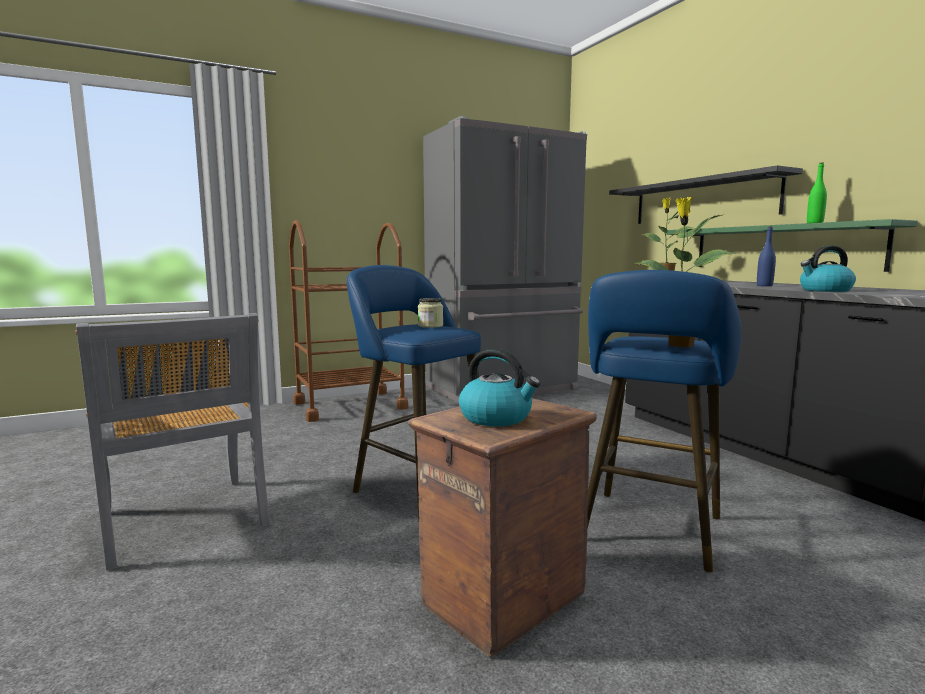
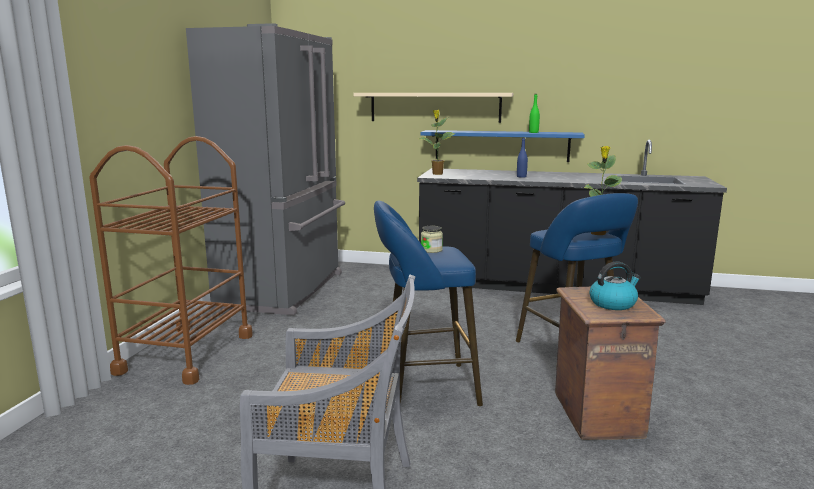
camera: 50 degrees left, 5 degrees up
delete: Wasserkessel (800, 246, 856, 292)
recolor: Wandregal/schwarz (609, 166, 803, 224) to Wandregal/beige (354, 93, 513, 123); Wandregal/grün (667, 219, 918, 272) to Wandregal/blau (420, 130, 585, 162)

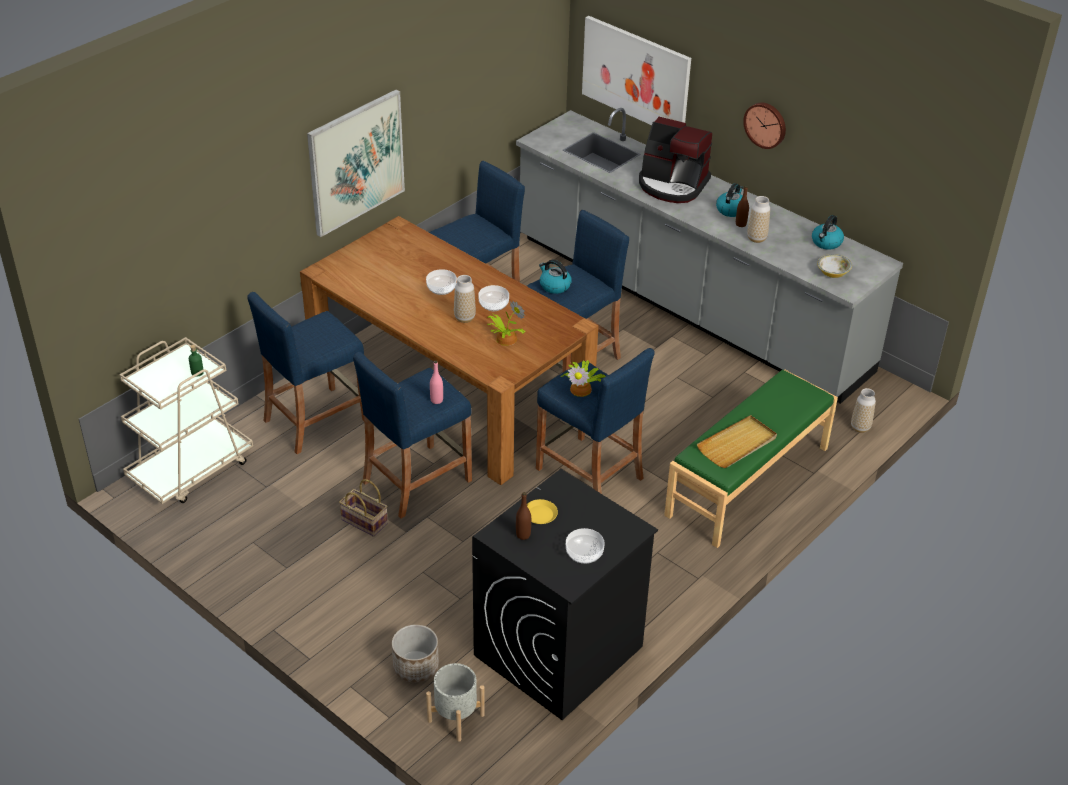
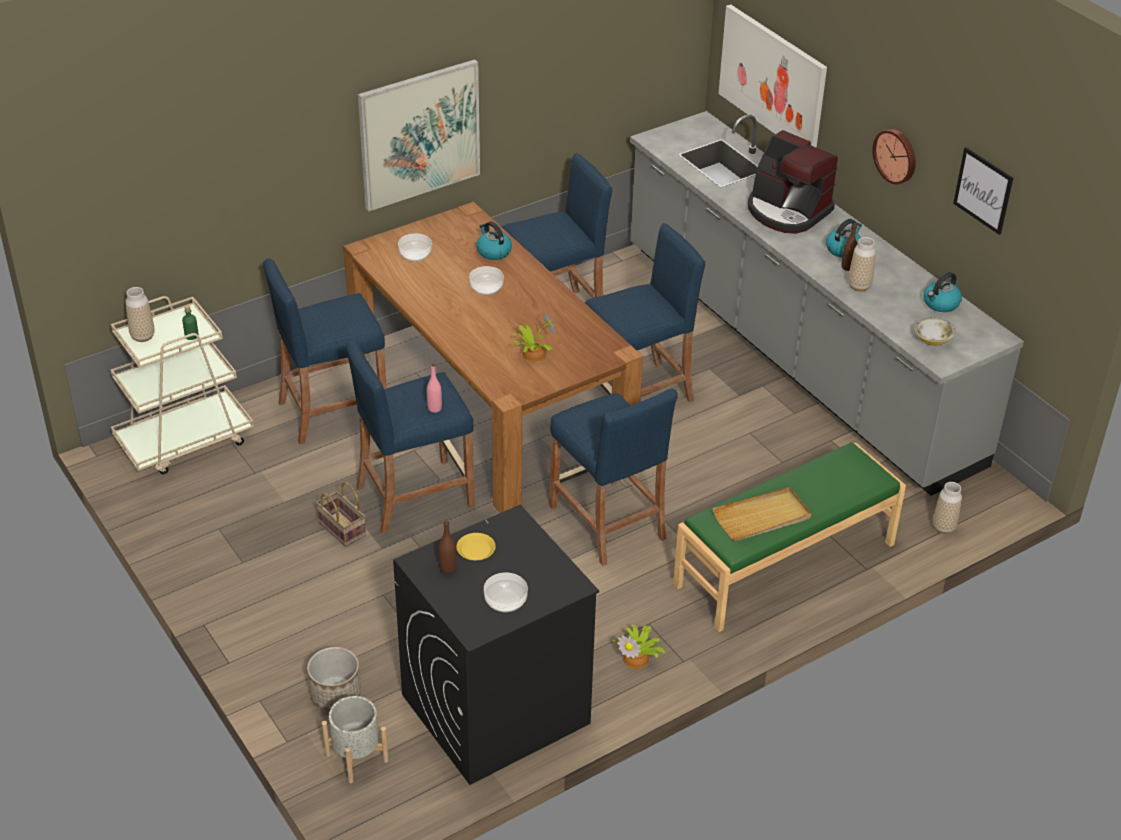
camera: 15 degrees right, 0 degrees up
insert: Bild (953, 147, 1013, 235)
move: Vase (454, 275, 476, 323) to (125, 287, 155, 342); Schüssel (478, 285, 509, 311) to (398, 234, 432, 262); Wasserkessel (539, 260, 572, 294) to (476, 221, 512, 260); Topfpflanze (560, 360, 606, 397) to (613, 624, 665, 669)

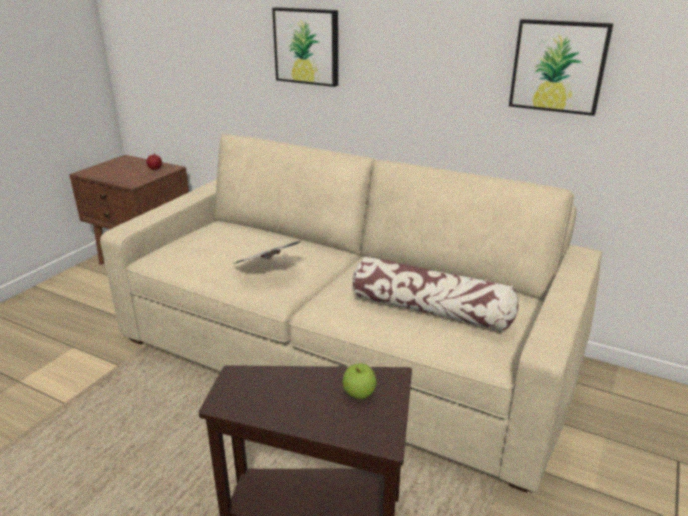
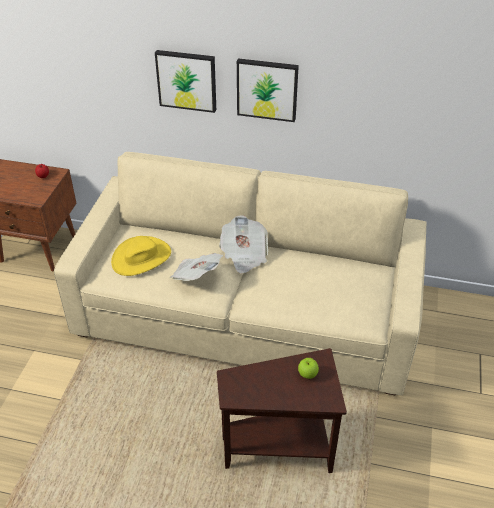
camera: 15 degrees left, 15 degrees up
delete: Kissen (353, 256, 519, 331)
insert: Hut/gelb (111, 236, 171, 276); Zeitung (219, 215, 268, 274)
move: Bild (509, 19, 613, 116) to (237, 58, 299, 122)

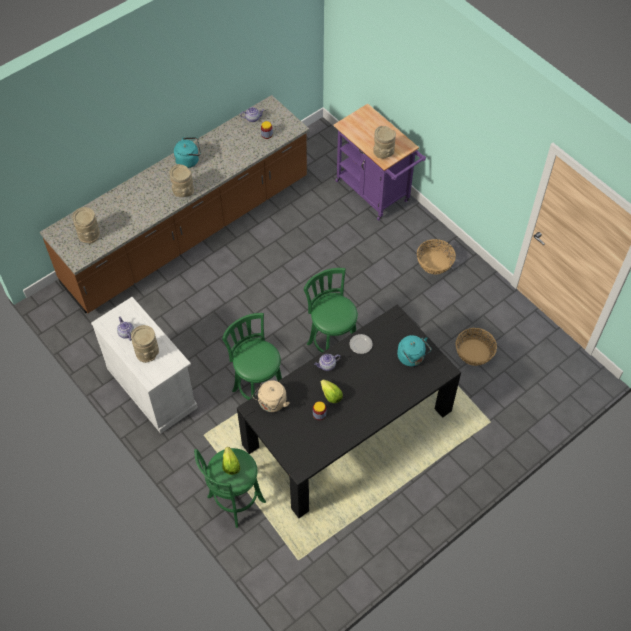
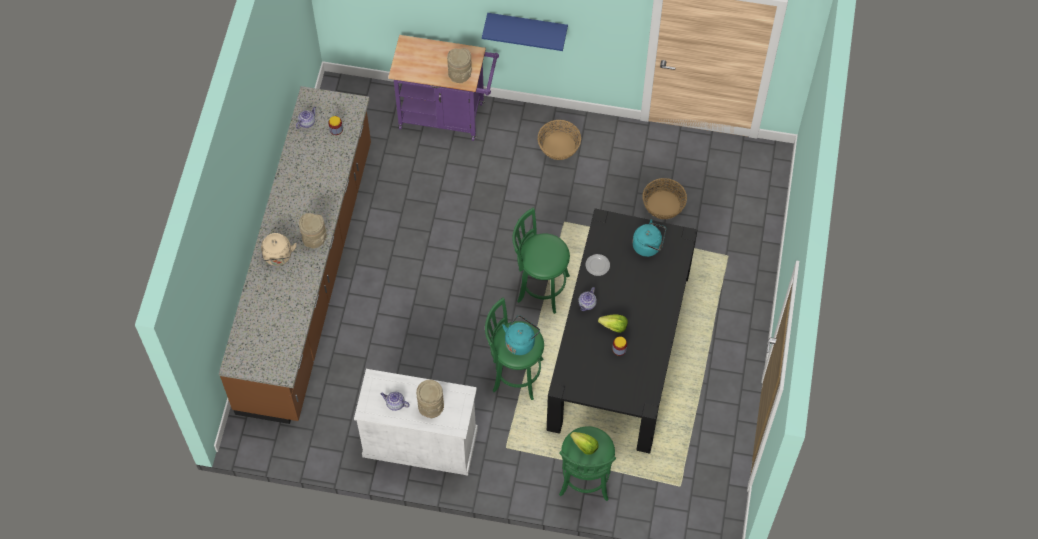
camera: 40 degrees left, 5 degrees up
delete: Vase/beige (72, 207, 100, 244)
insert: Wandregal/blau (482, 13, 568, 51)
move: Wasserkessel/beige (253, 380, 290, 412) to (261, 233, 297, 266); Wasserkessel/türkis (174, 137, 201, 168) to (502, 315, 540, 355)

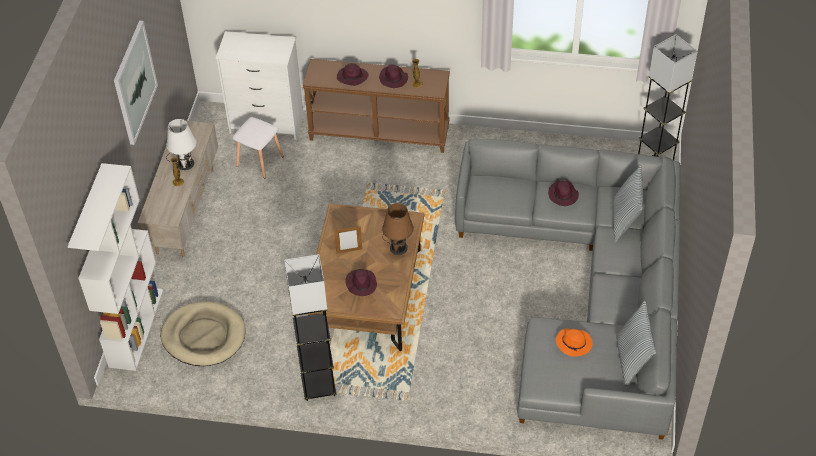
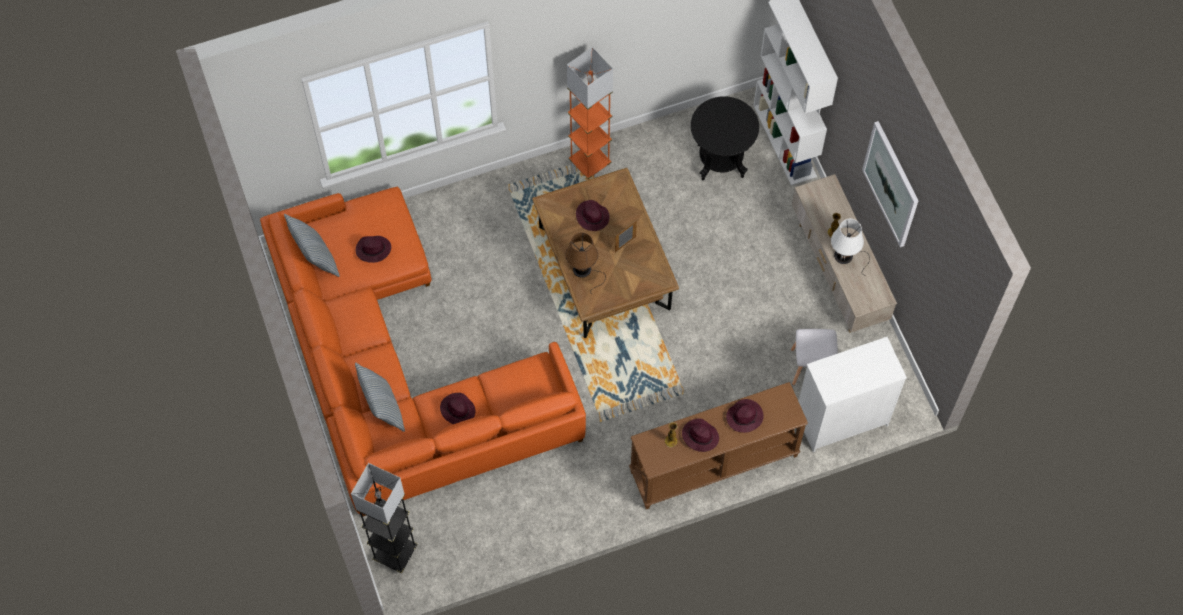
camera: 150 degrees right, 15 degrees up
replace: Hundebett/beige (160, 301, 245, 366) to Beistelltisch/schwarz (691, 96, 759, 180)
recolor: Sofa/grau (455, 139, 681, 440) to Sofa/orange (260, 187, 586, 516); Hut/orange (556, 329, 593, 357) to Hut/lila (356, 236, 391, 263); Stehlampe/grau (284, 254, 337, 401) to Stehlampe/orange (567, 47, 613, 179)

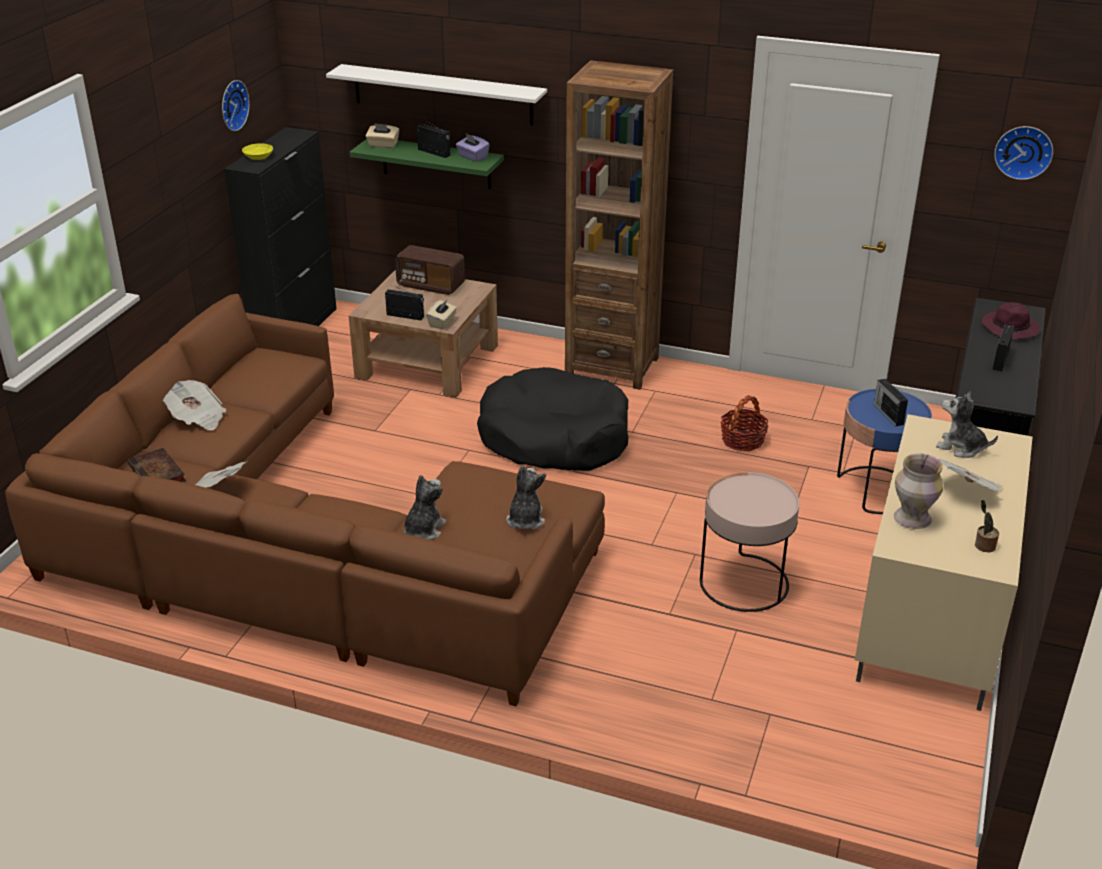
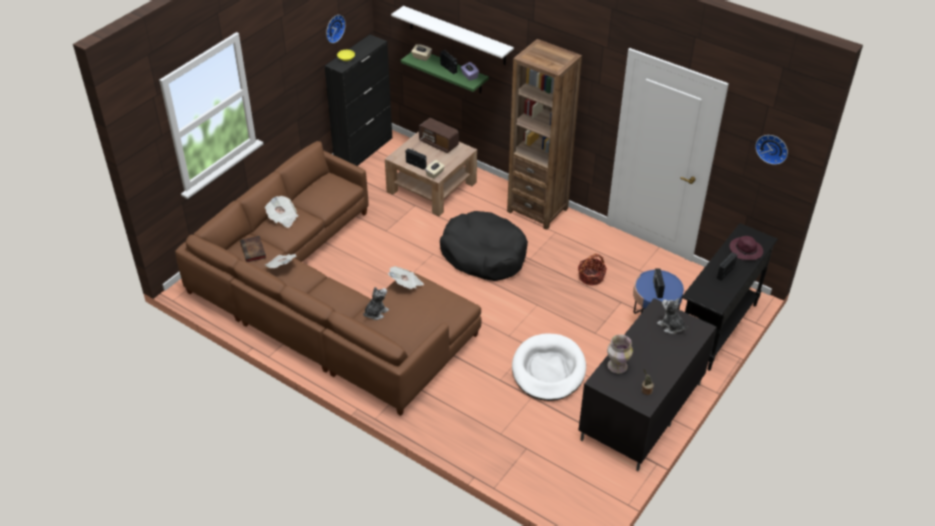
camera: 15 degrees right, 10 degrees up
delete: Plüschtier (506, 465, 546, 530)
move: Zeitung (938, 459, 1002, 493) to (388, 266, 424, 289)
replace: Beistelltisch/rosa (700, 472, 800, 612) to Hundebett/weiß (512, 333, 586, 401)
recolor: Fernsehschrank/beige (855, 414, 1033, 711) to Fernsehschrank/schwarz (578, 298, 716, 471)

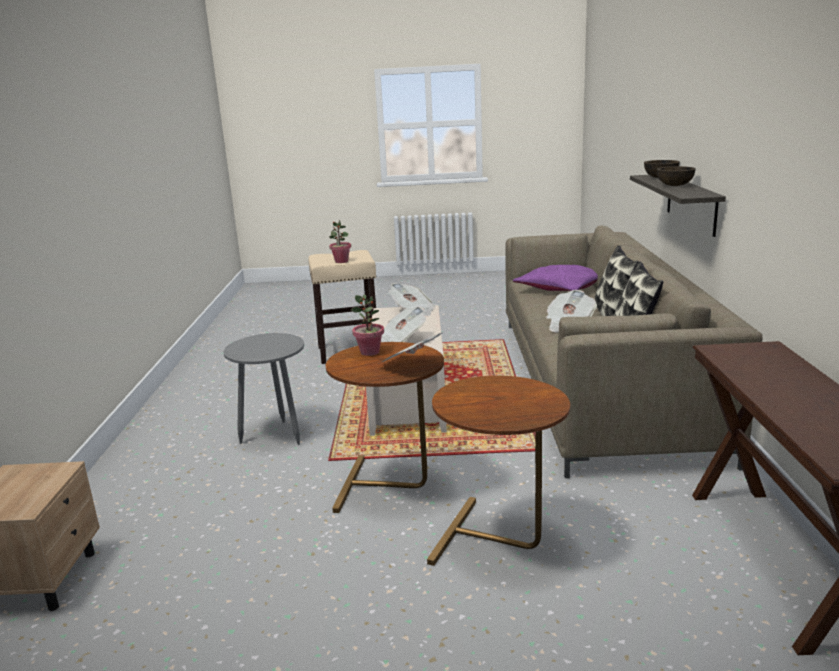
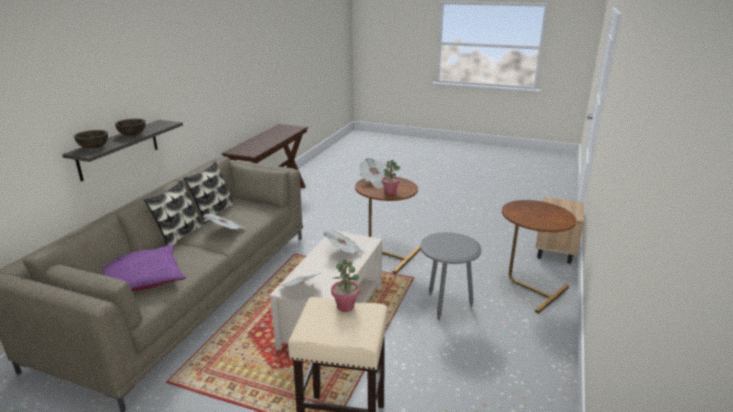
camera: 160 degrees left, 5 degrees up
move: Beistelltisch/braun (427, 376, 570, 566) to (502, 200, 576, 314)

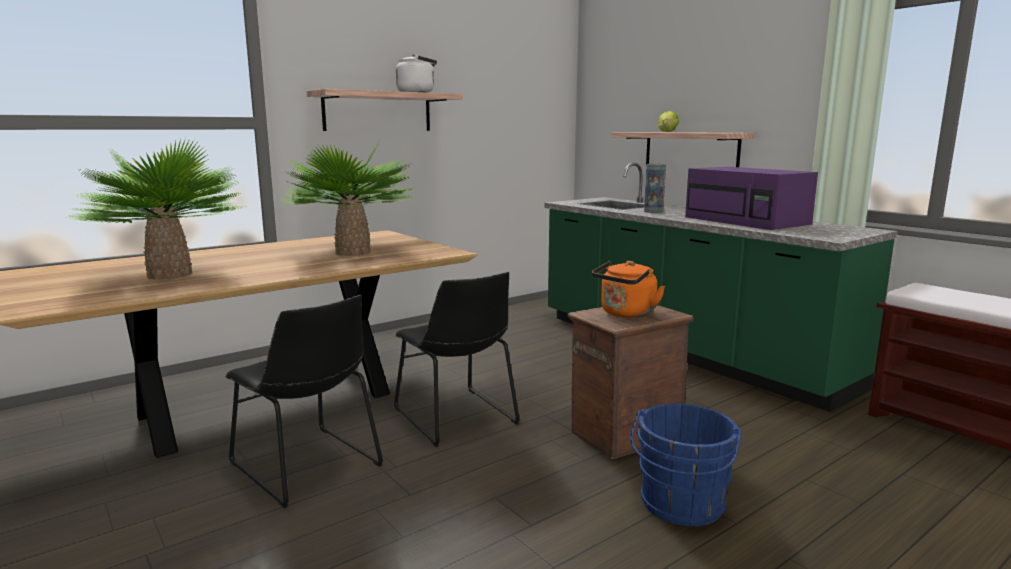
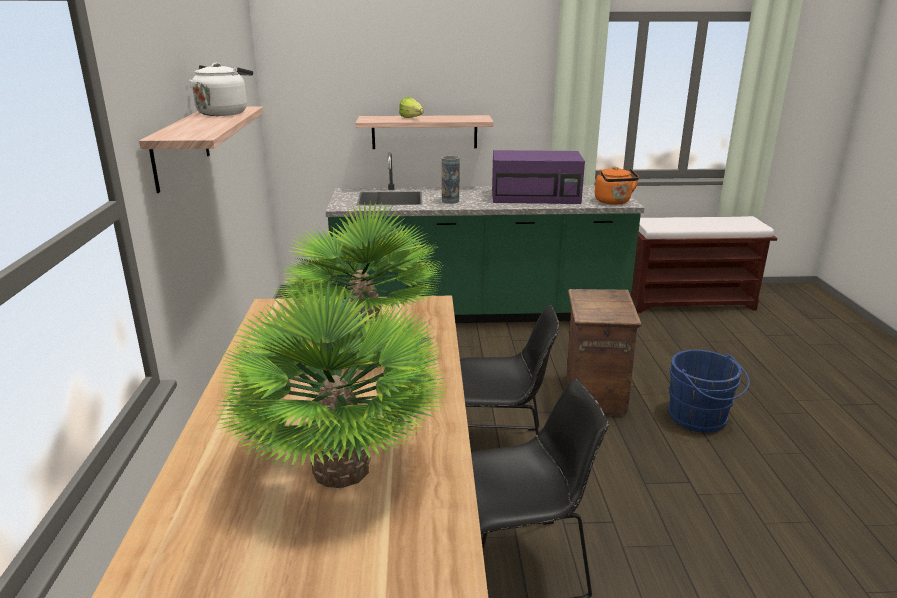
camera: 55 degrees left, 10 degrees up
move: Wasserkessel/orange (592, 261, 665, 318) to (595, 166, 639, 204)

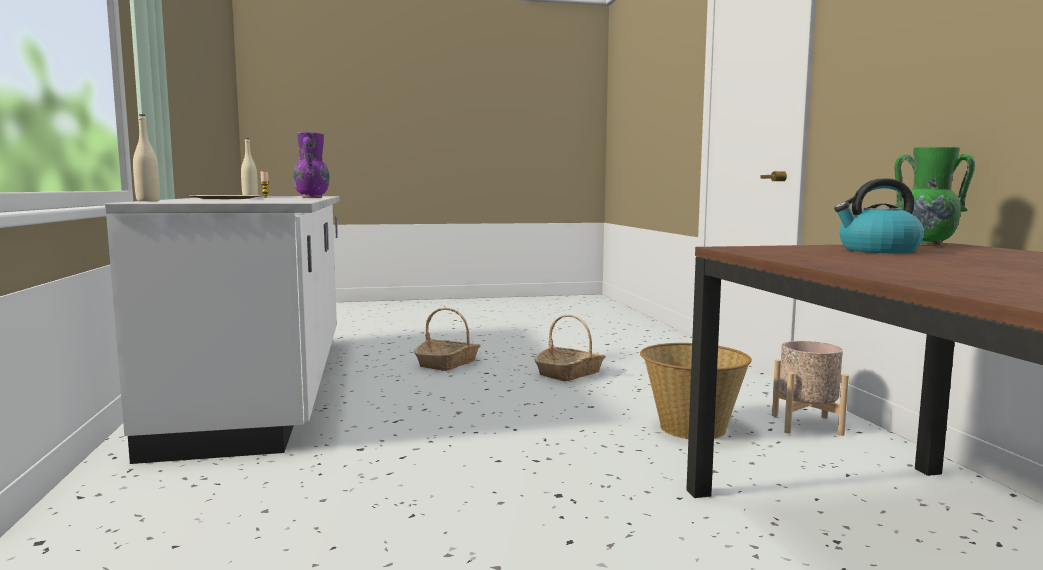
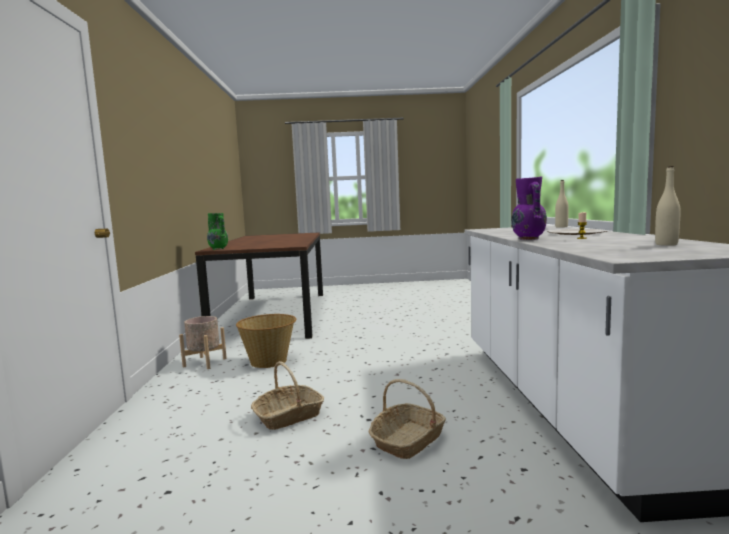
camera: 170 degrees left, 0 degrees up
delete: Wasserkessel (834, 178, 924, 253)

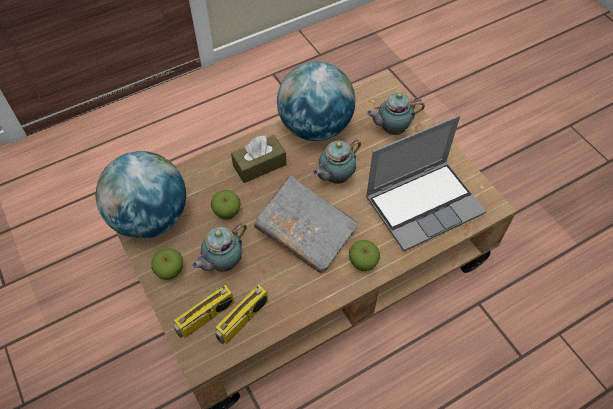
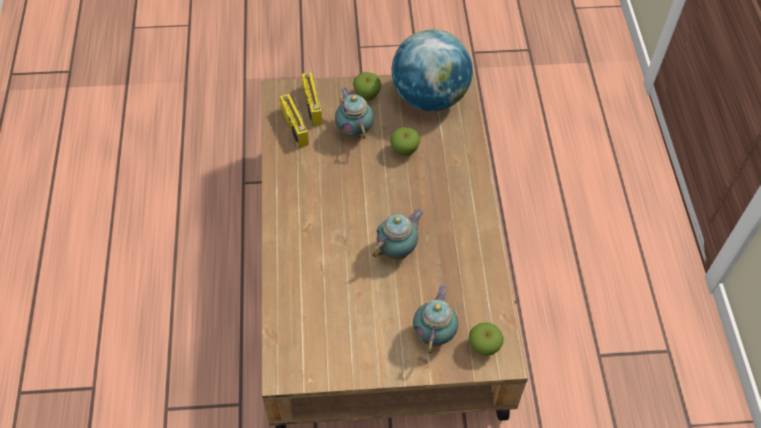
camera: 115 degrees right, 0 degrees up
delete: Taschentuchbox/braun (231, 135, 286, 183); Buch/grau (254, 176, 358, 273); Globus (277, 62, 355, 141); Laptop (366, 115, 486, 251)
move: Apfel (349, 240, 380, 271) to (469, 322, 504, 356)
rotate: Teekanne (312, 138, 361, 184) = (372, 209, 424, 260) 60 degrees clockwise

